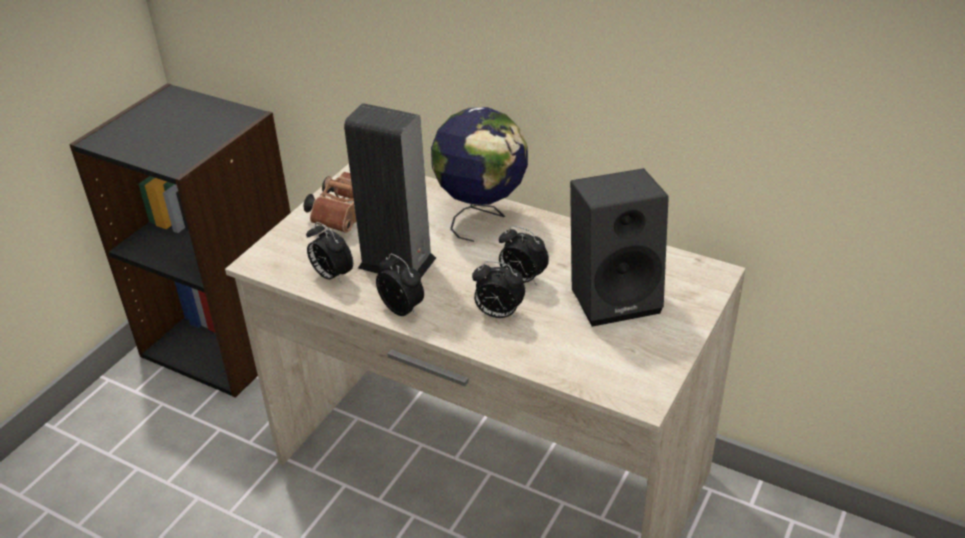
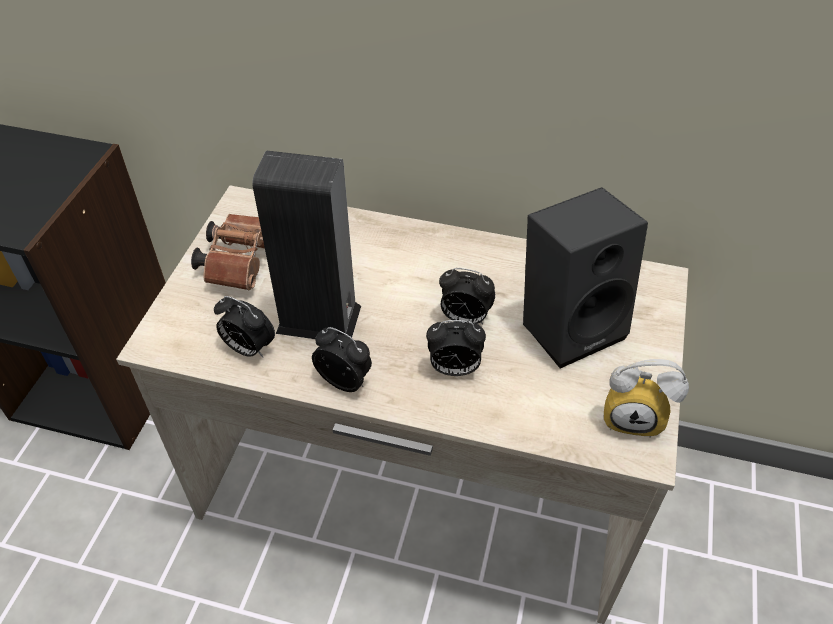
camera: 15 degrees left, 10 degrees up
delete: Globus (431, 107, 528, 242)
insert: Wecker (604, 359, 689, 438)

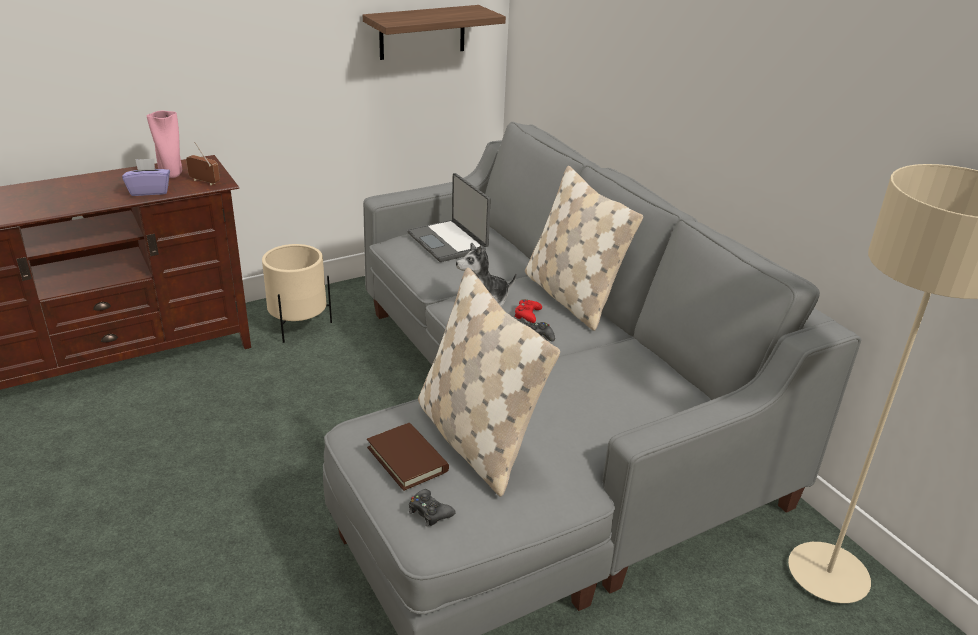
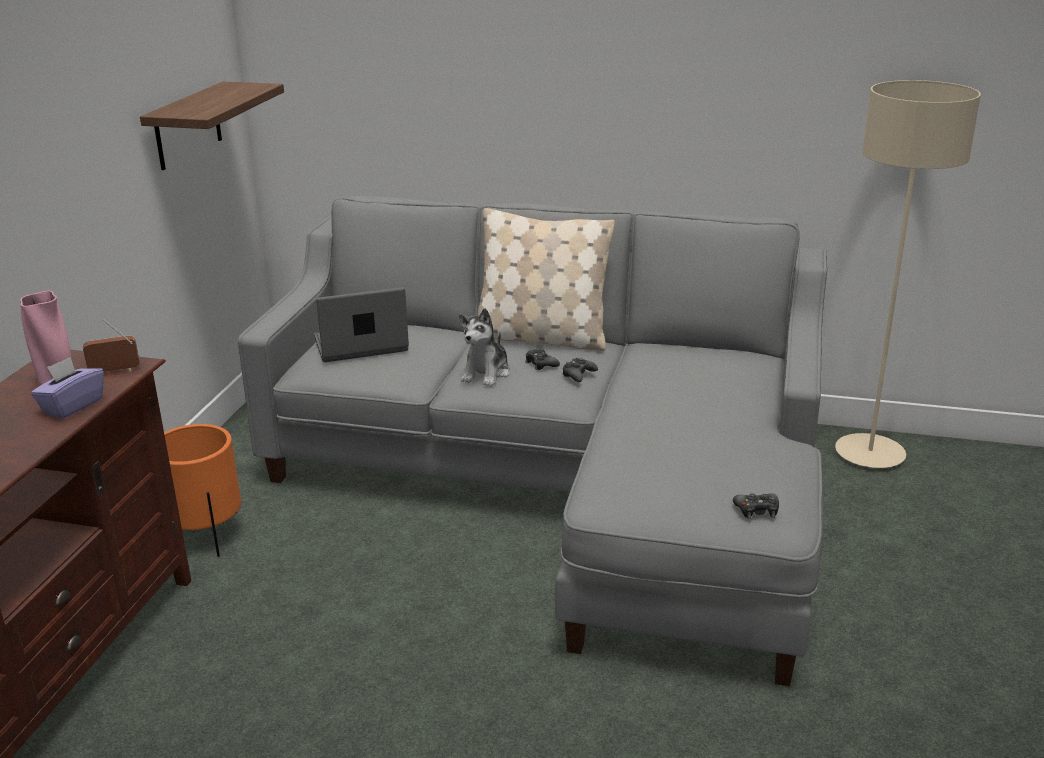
camera: 45 degrees left, 5 degrees down
delete: Buch/braun (367, 423, 449, 491); Kissen/beige (418, 268, 560, 496)
recolor: Pflanzkübel/beige (262, 244, 332, 343) to Pflanzkübel/orange (164, 424, 241, 557); Gamepad/rot (514, 299, 542, 323) to Gamepad/schwarz (525, 348, 560, 370)
rotate: Laptop (407, 173, 491, 262) = (314, 287, 409, 362) 150 degrees clockwise

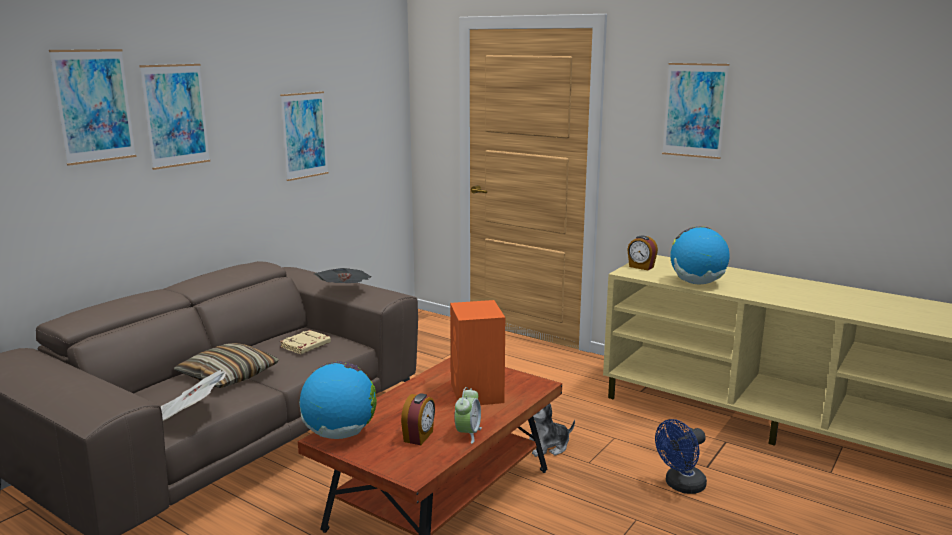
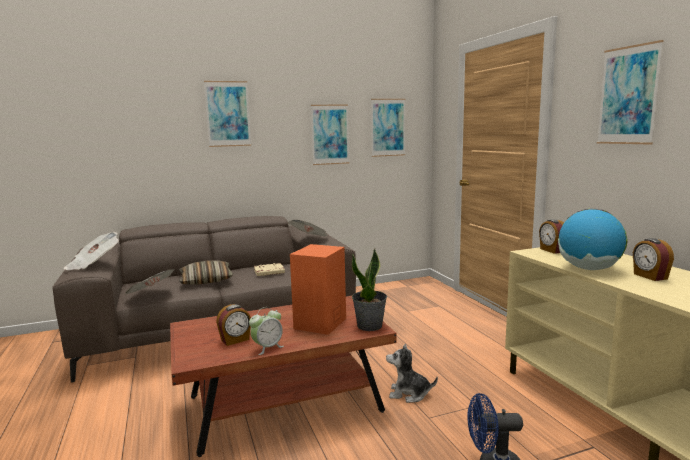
camera: 35 degrees right, 5 degrees down
delete: Globus (299, 362, 377, 439)
insert: Zeitung (64, 232, 118, 270); Topfpflanze (352, 249, 387, 331); Wecker (633, 238, 674, 281)
move: Bild (49, 49, 136, 166) to (371, 99, 405, 157)

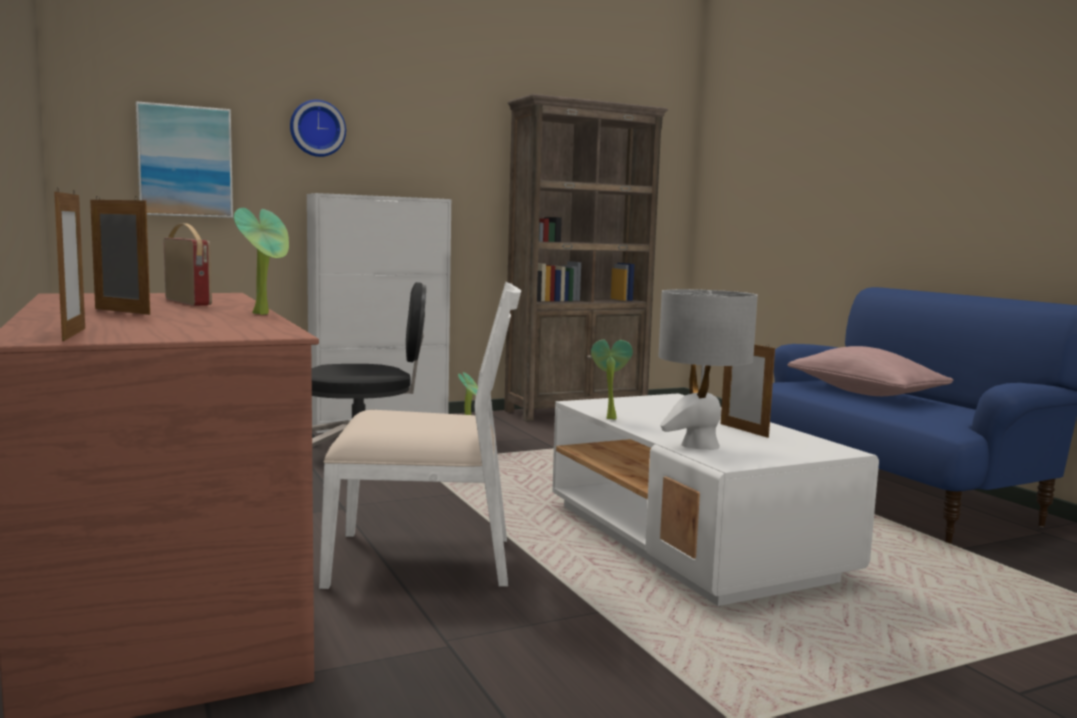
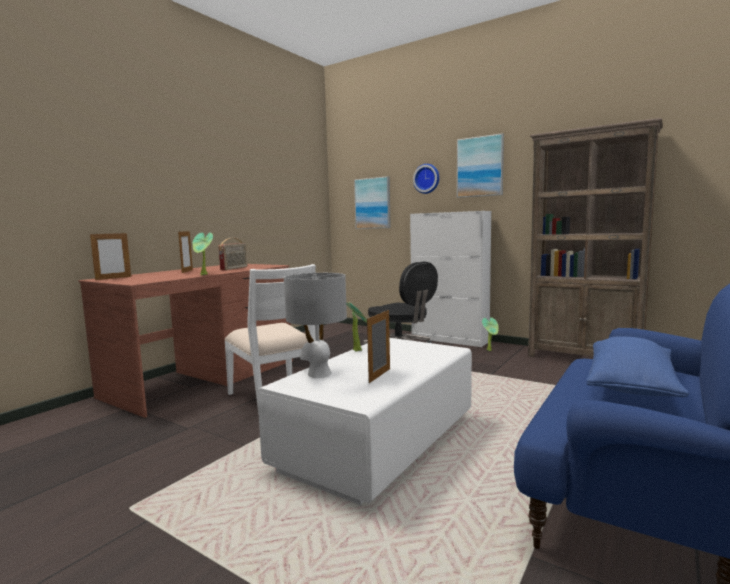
camera: 60 degrees right, 0 degrees up
insert: Bild (457, 133, 504, 198)
recolor: Kissen/rosa (787, 346, 953, 396) to Kissen/blau (586, 336, 689, 397)

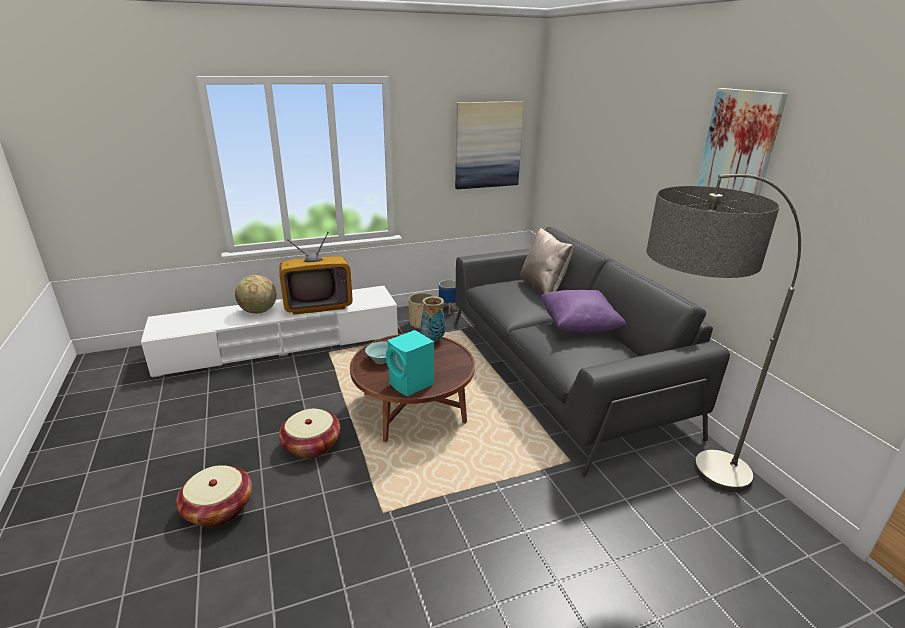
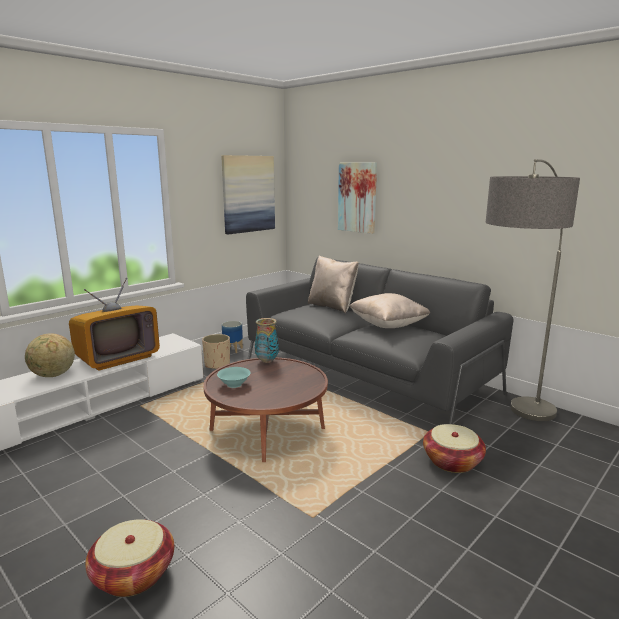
camera: 25 degrees left, 10 degrees down
delete: Lautsprecher/türkis (386, 330, 434, 397)
move: Bild (696, 88, 788, 195) to (338, 162, 377, 234); Korb (279, 409, 341, 459) to (423, 424, 486, 473)
recolor: Kissen/lila (541, 290, 626, 334) to Kissen/beige (349, 293, 431, 328)

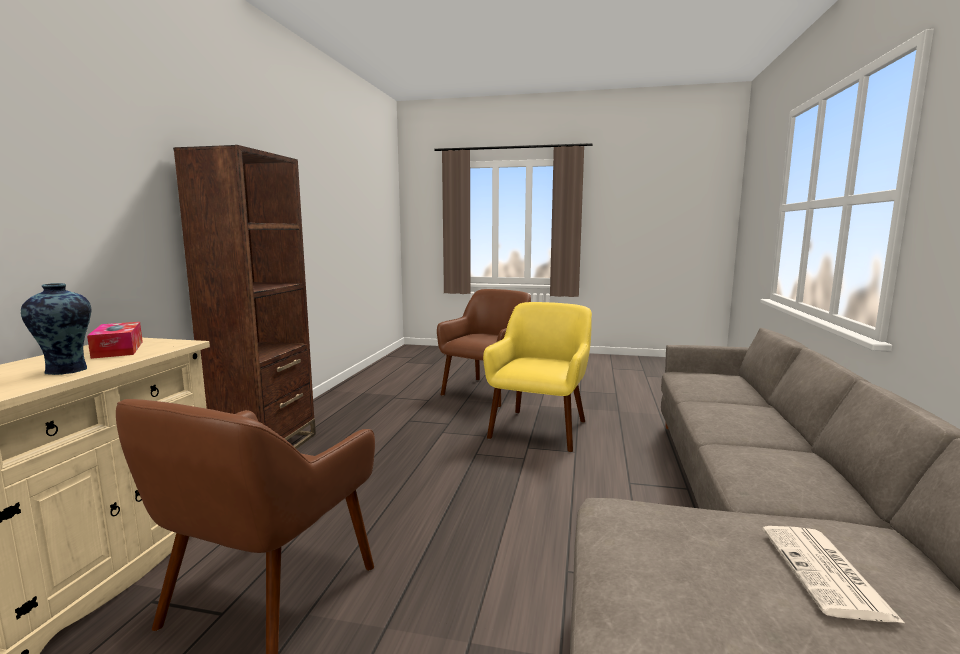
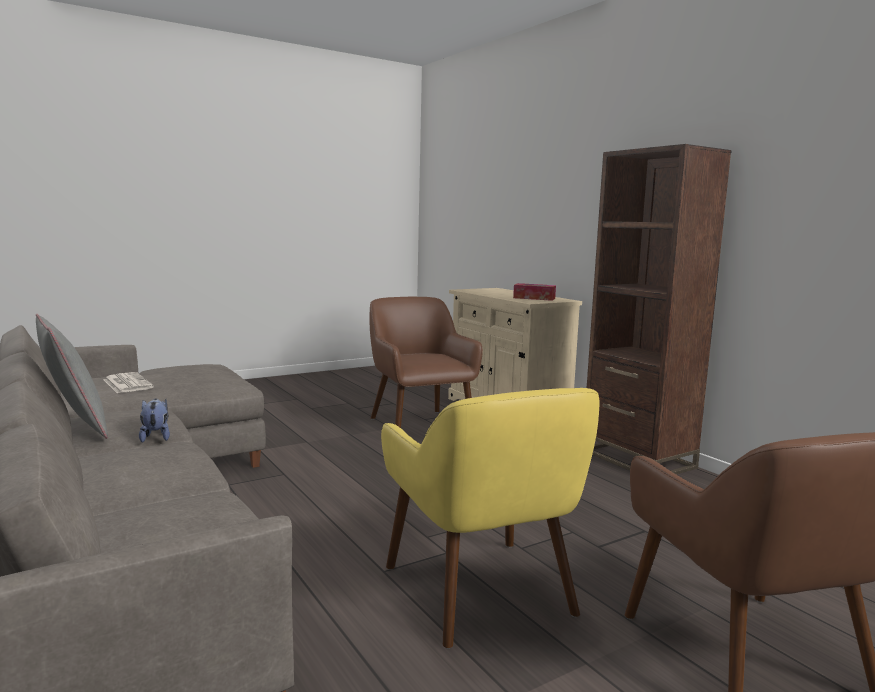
camera: 135 degrees right, 0 degrees up
delete: Vase (21, 283, 91, 375)
insert: Kissen/grau (36, 314, 108, 439); Plüschtier (139, 399, 170, 443)

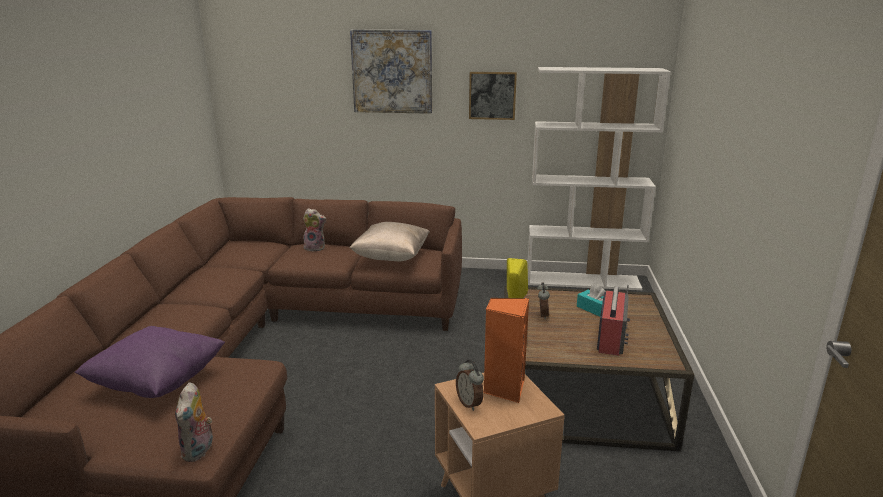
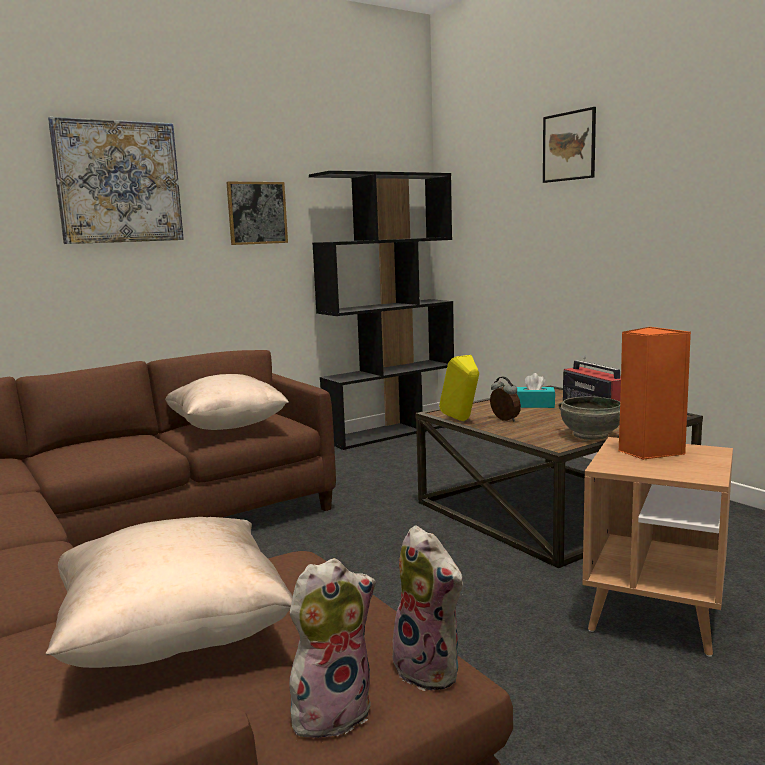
camera: 40 degrees left, 10 degrees down
delete: Wecker (456, 360, 484, 411)
insert: Bild (543, 107, 596, 183); Schüssel/grau (559, 397, 620, 440)
move: Plüschtier (303, 208, 326, 251) to (289, 558, 376, 738)
recolor: Kissen/lila (75, 326, 225, 398) to Kissen/beige (46, 517, 293, 668); Bücherregal/weiß (527, 67, 671, 290) to Bücherregal/schwarz (309, 171, 454, 450)

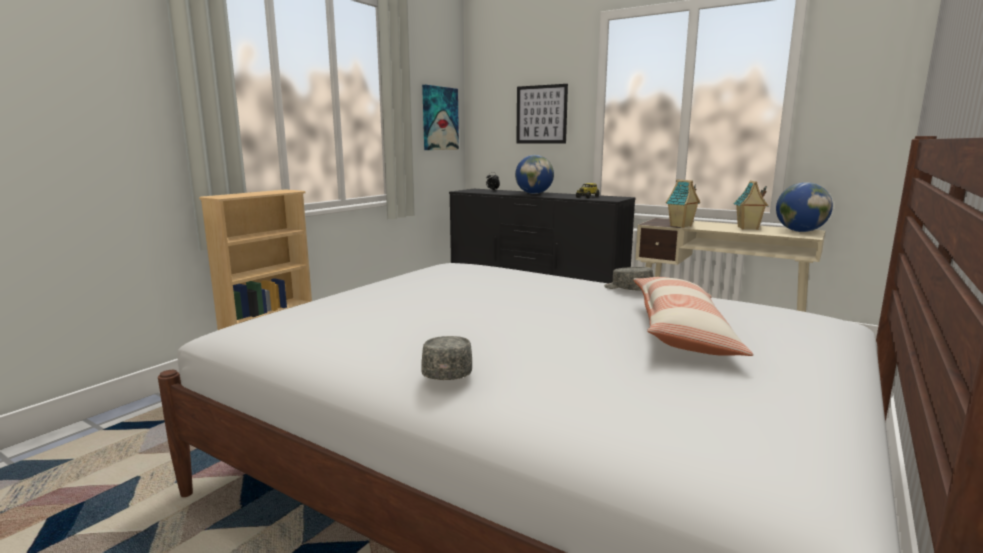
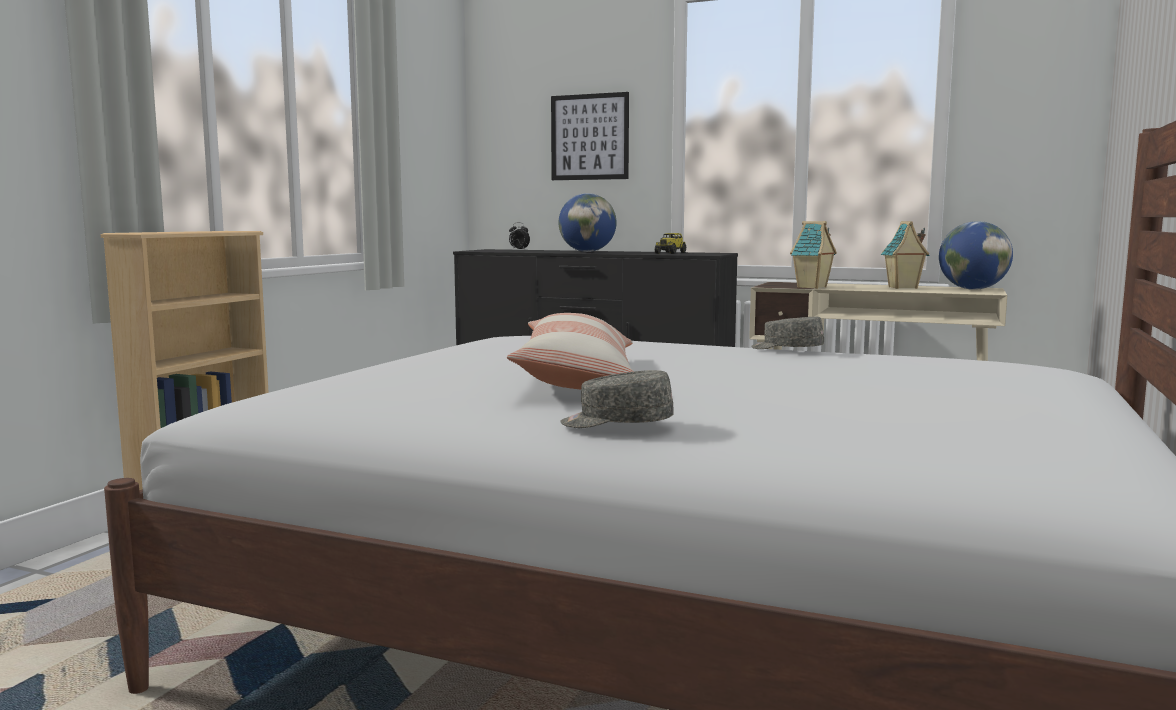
camera: 10 degrees left, 5 degrees down
delete: Bild (422, 85, 459, 150)
move: Kissen (633, 277, 753, 356) to (507, 313, 634, 390)
rotate: Kappe/grau (421, 336, 472, 380) = (560, 370, 674, 428) 75 degrees counterclockwise

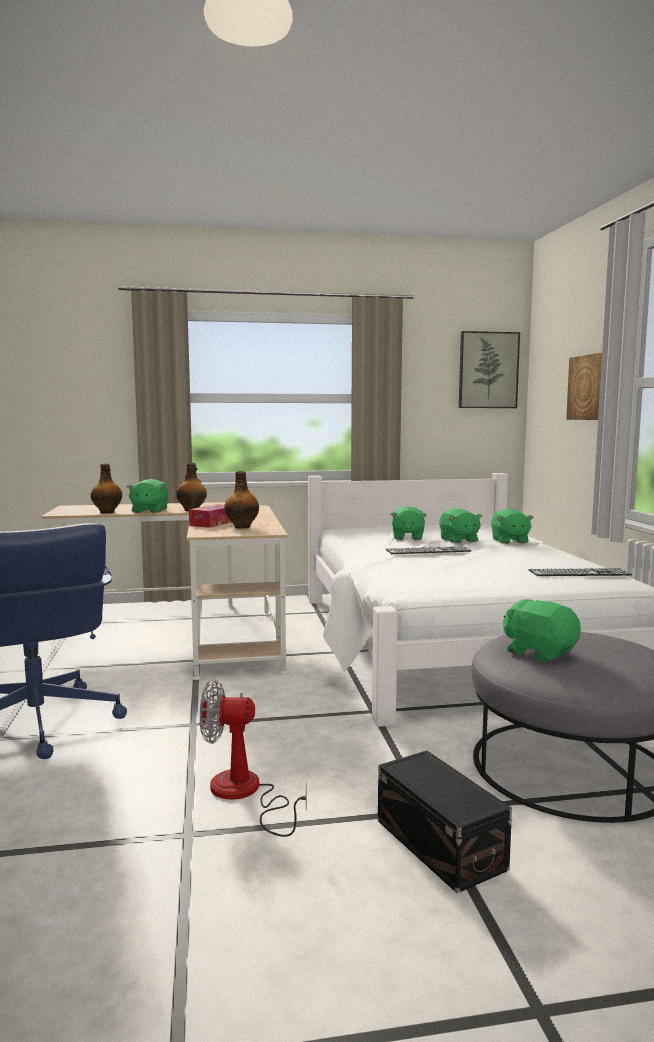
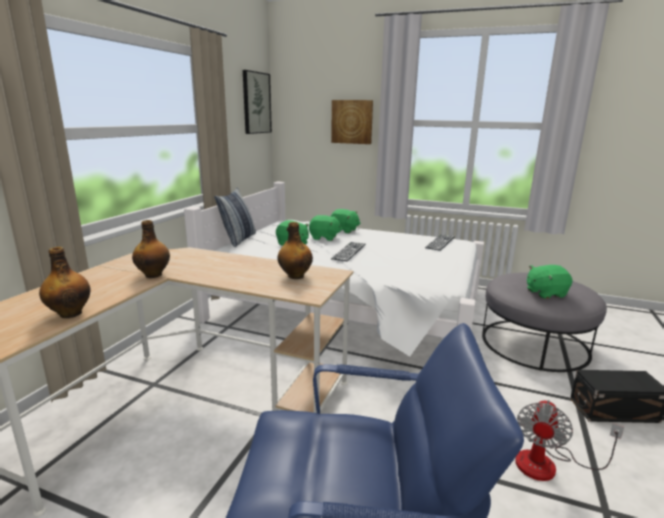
camera: 60 degrees left, 10 degrees up
delete: Plüschtier/grün (127, 479, 169, 513); Taschentuchbox (189, 504, 232, 528)
insert: Kissen (214, 187, 256, 247)

